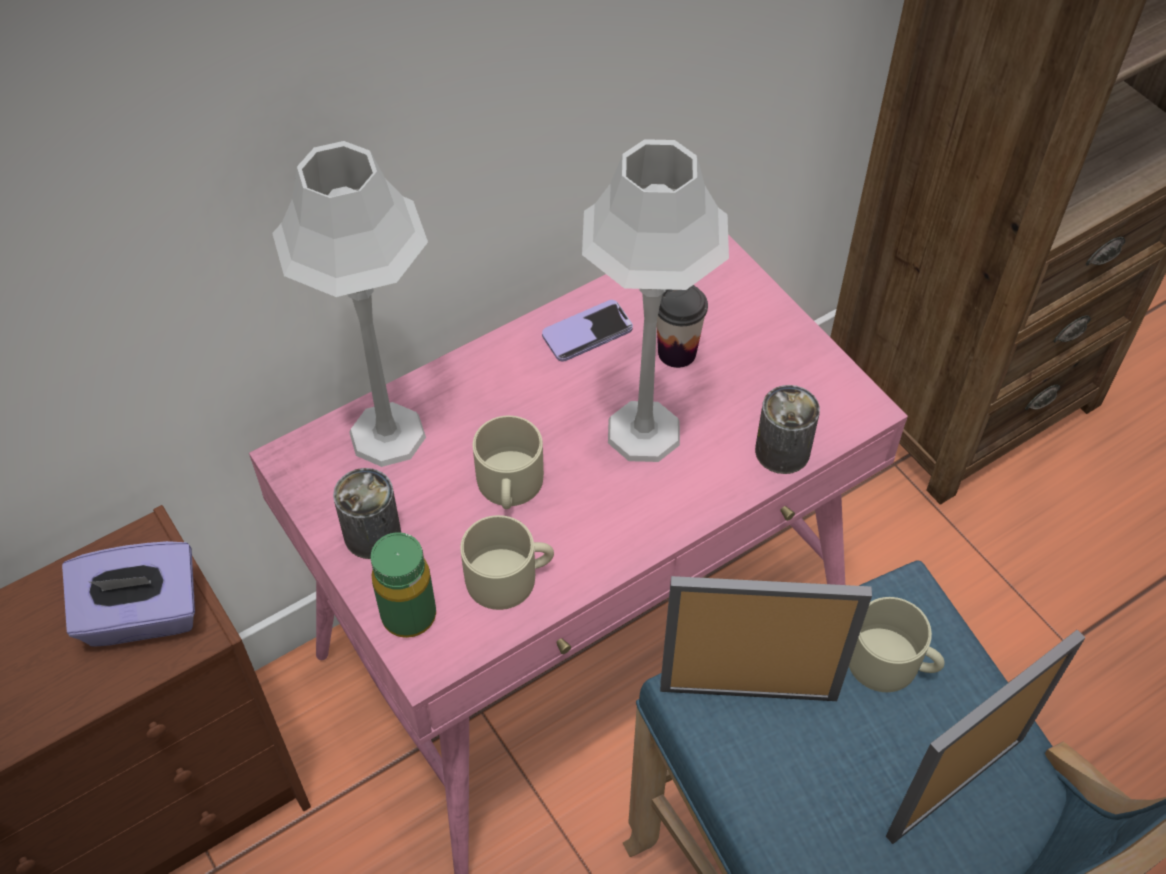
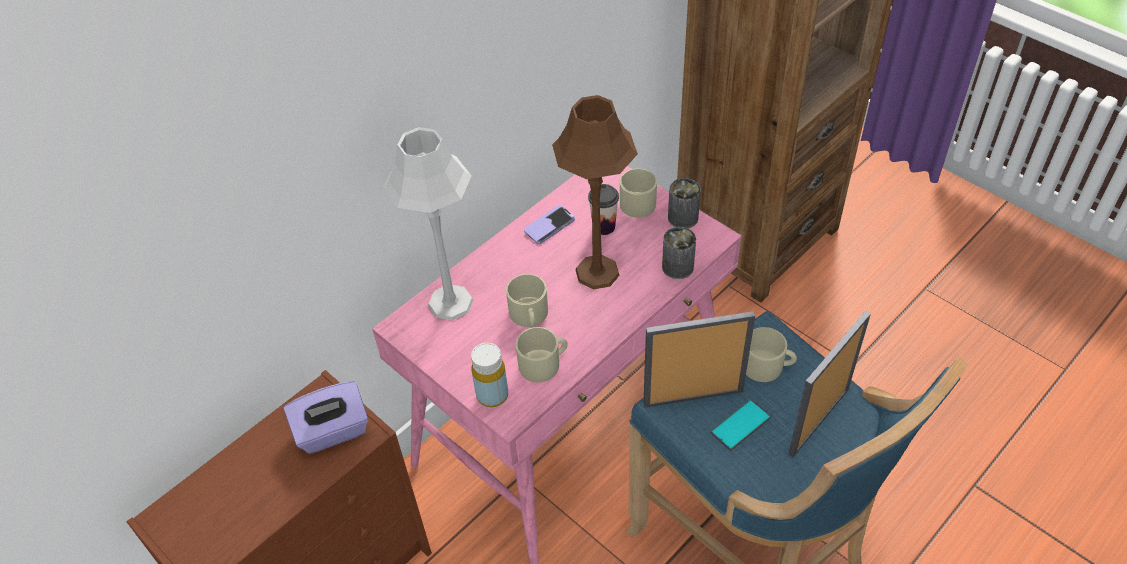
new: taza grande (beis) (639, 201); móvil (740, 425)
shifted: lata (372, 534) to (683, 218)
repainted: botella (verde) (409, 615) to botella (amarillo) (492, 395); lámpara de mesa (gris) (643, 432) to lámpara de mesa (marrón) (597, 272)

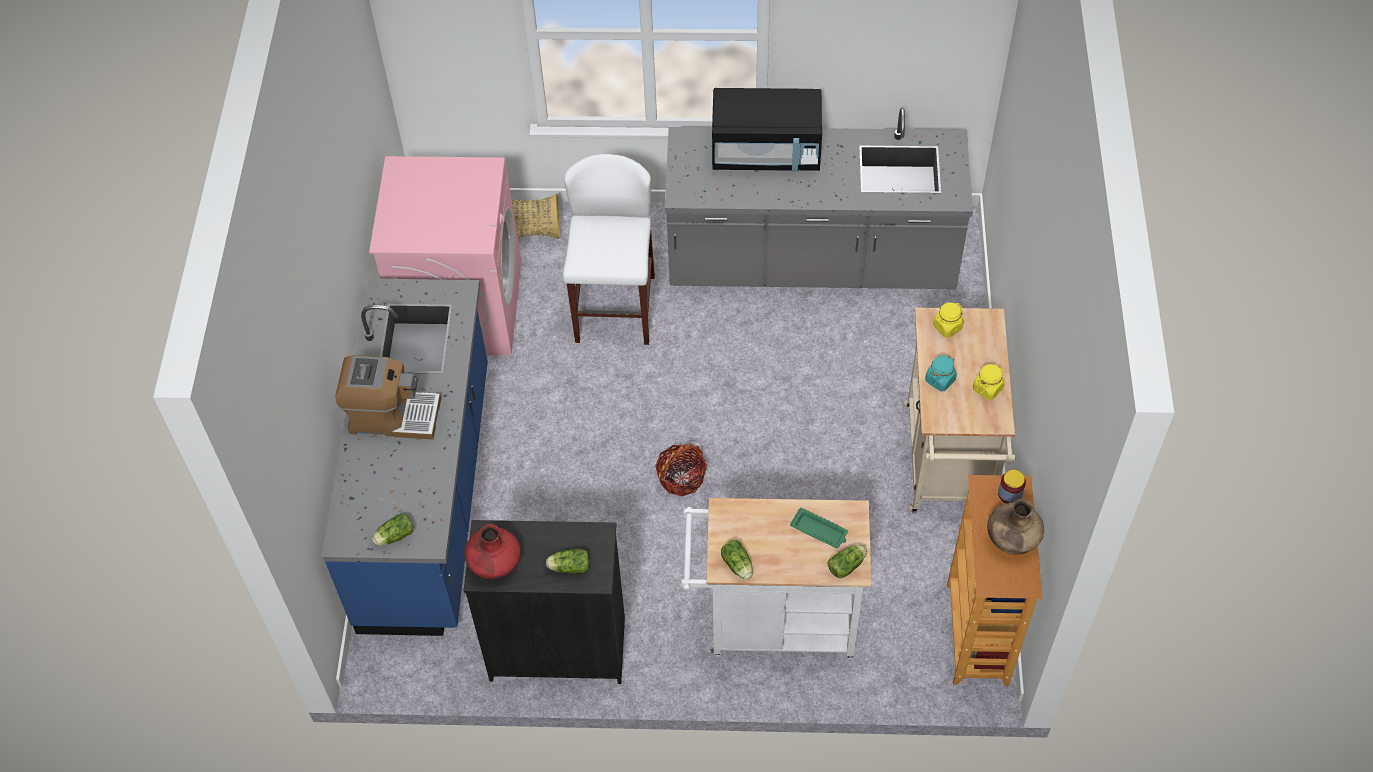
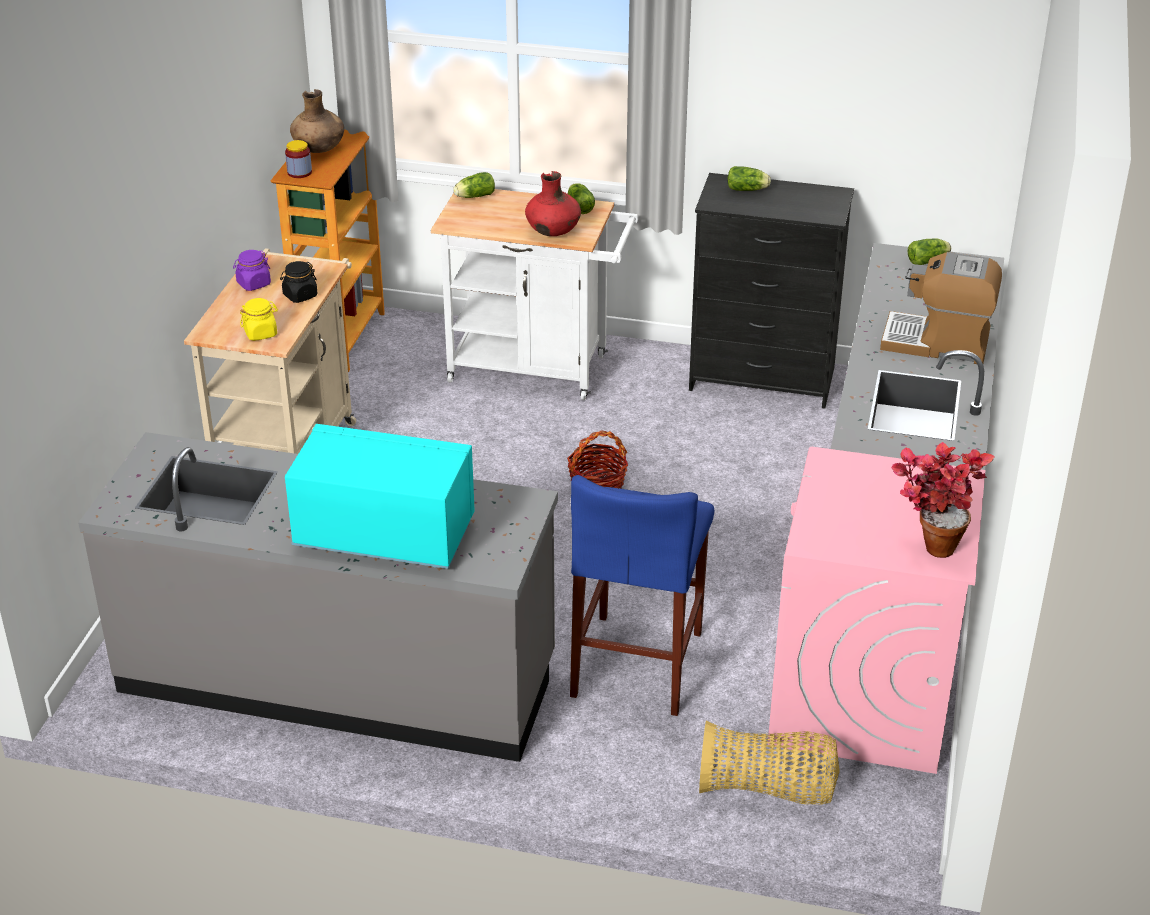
gone: bandeja (verde) (819, 531)
new: planta en maceta (929, 544)
shifted: florero (rojo) (494, 564) to (553, 232)
repainted: taburete (blanco) (615, 309) to taburete (azul) (637, 663); microondas (negro) (766, 152) to microondas (turquesa) (384, 534); tarro (turquesa) (940, 380) to tarro (negro) (300, 296); tarro (amarillo) (987, 388) to tarro (morado) (253, 284)

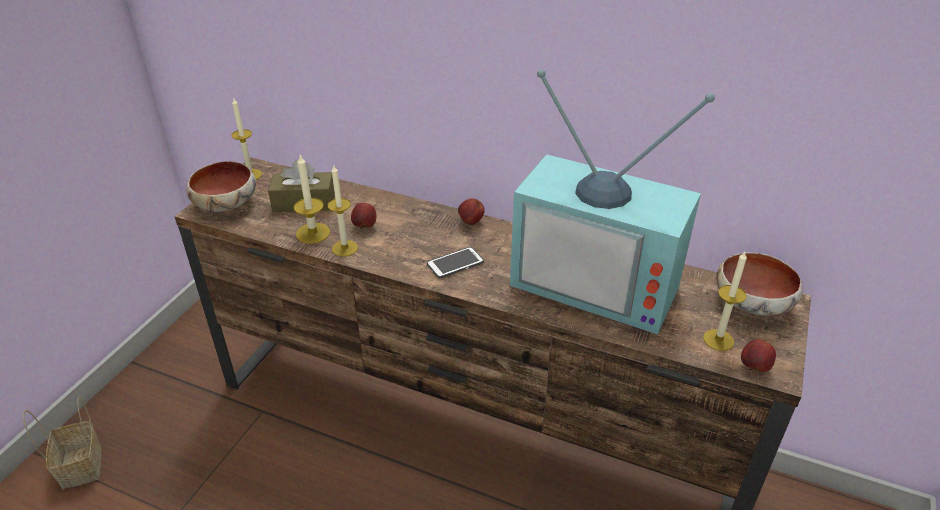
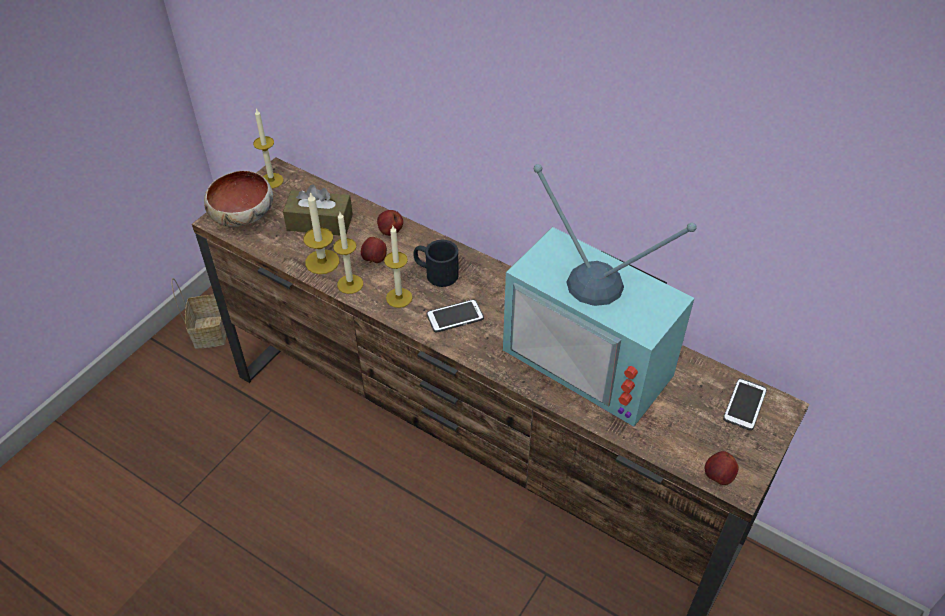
new: taza grande (negro) (435, 273)
shifted: cesta (82, 467) to (211, 333); manzana (470, 222) to (390, 232); vela (718, 340) to (399, 297)
swapped: cuenco (753, 303) to móvil (744, 405)

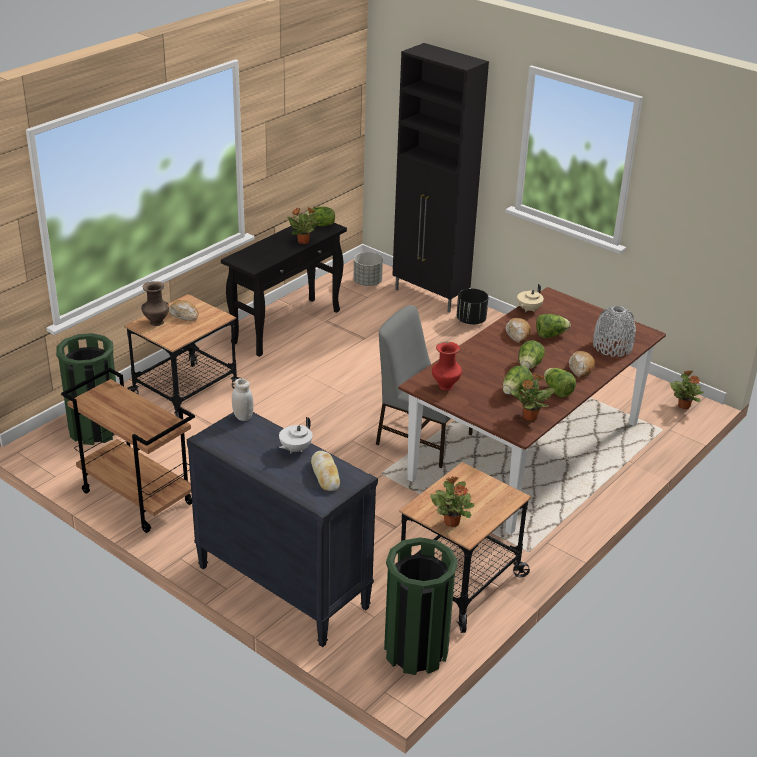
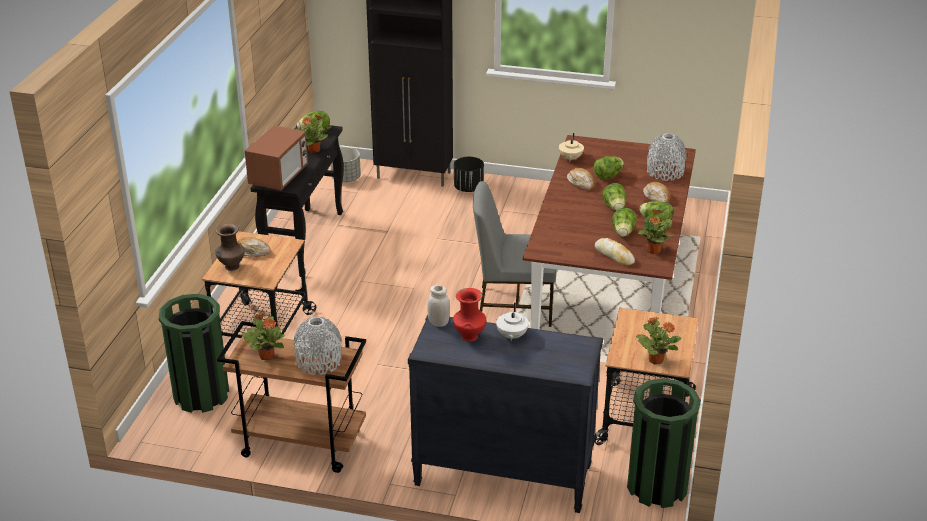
new: microondas (279, 177); florero (gris) (319, 361)
shifted: pan (325, 475) to (614, 255); florero (rojo) (445, 386) to (469, 337); planta en maceta (684, 405) to (266, 355)

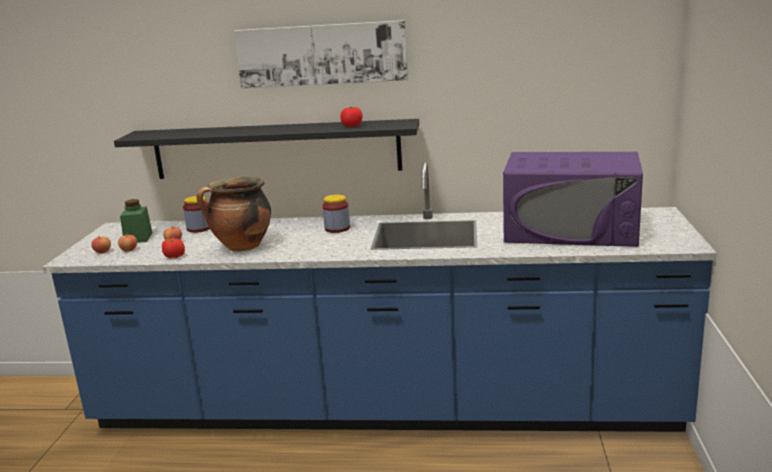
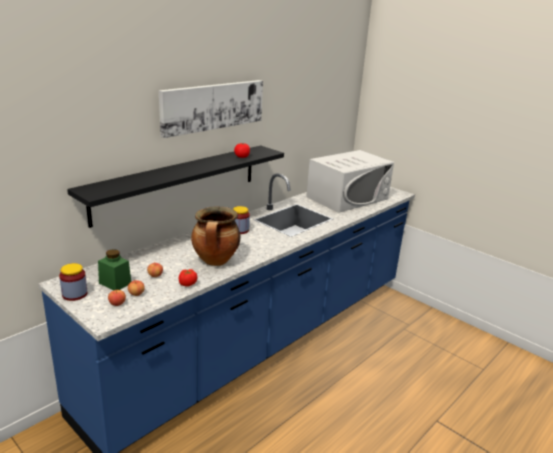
shifted: tarro (199, 228) to (74, 294)
repainted: microondas (morado) (571, 230) to microondas (blanco) (347, 198)

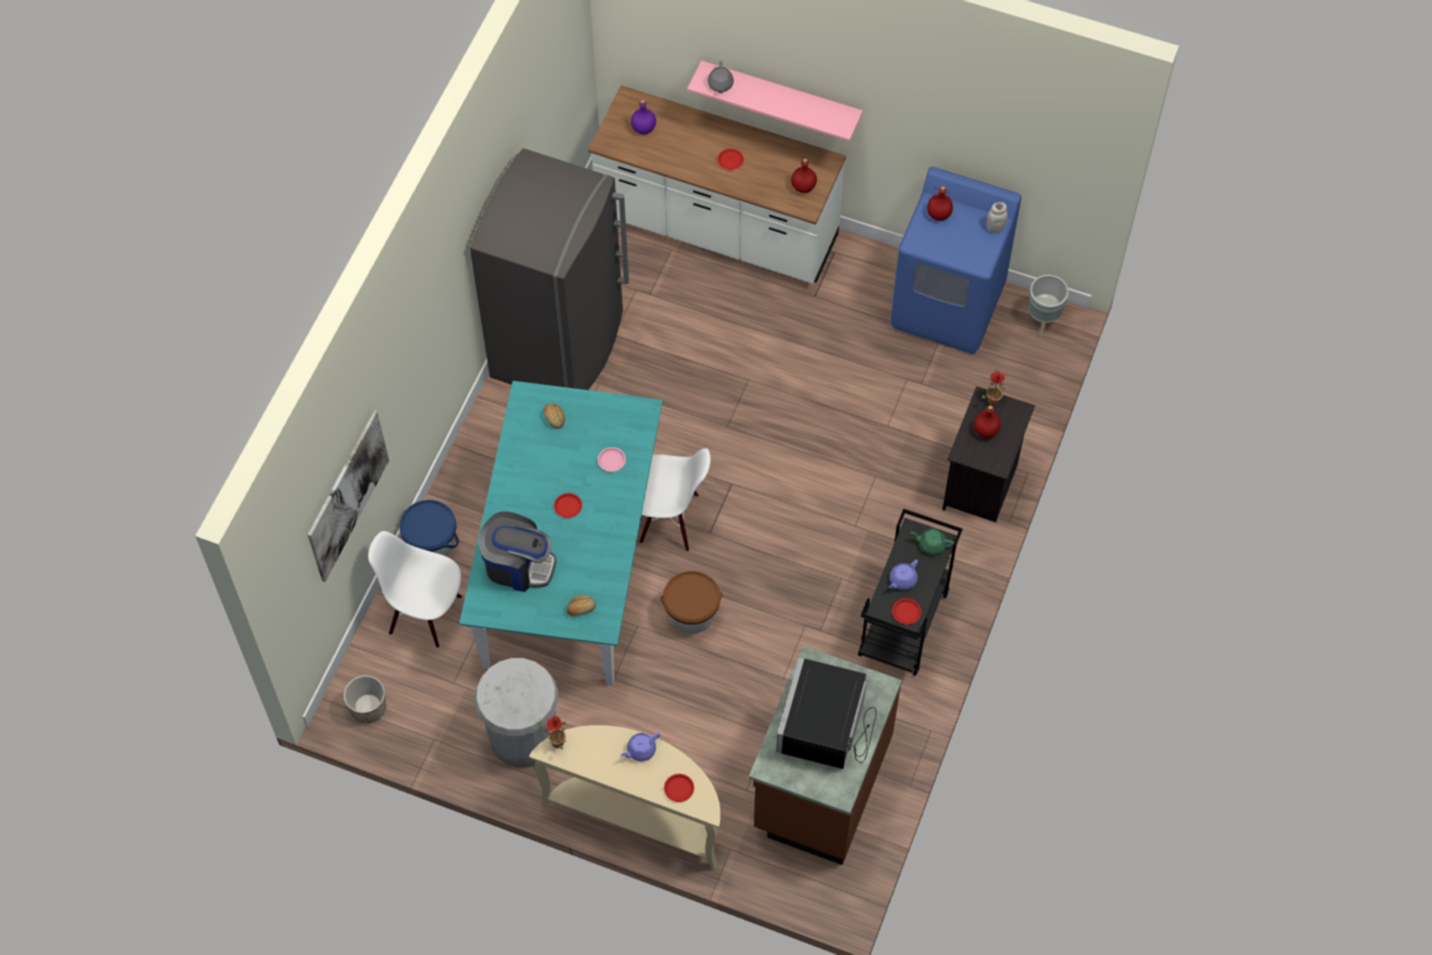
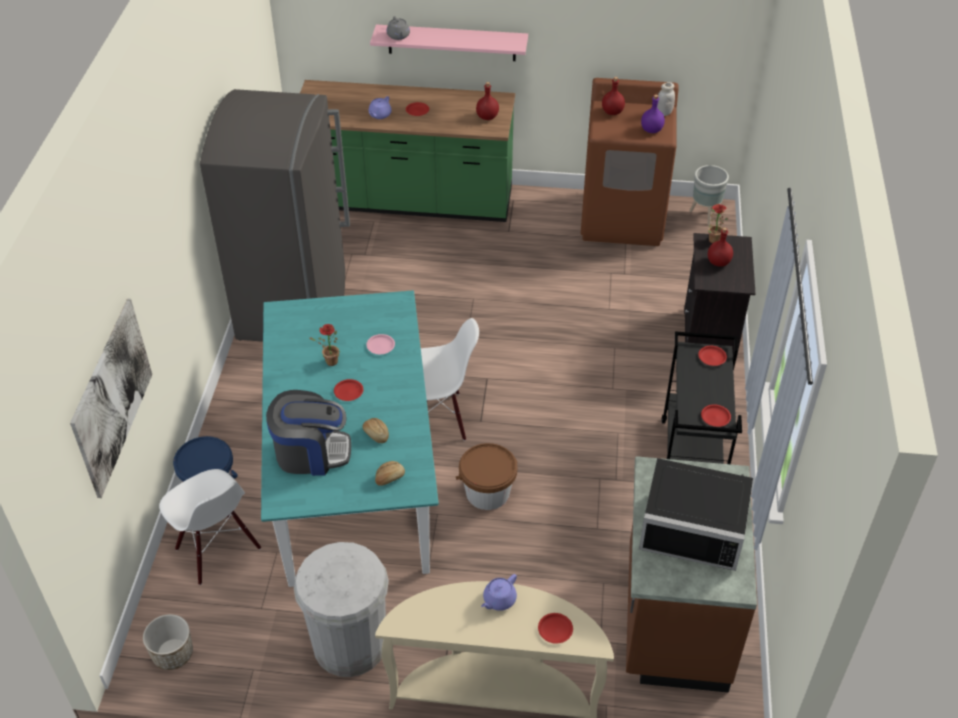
shifted: planta en maceta (555, 742) to (329, 362); pan (554, 418) to (376, 434); botella (morado) (643, 128) to (651, 130); tetera (morado) (902, 580) to (379, 115)
swapped: tetera (verde) (931, 544) to plato (rojo) (712, 357)
repainted: mueble bajo de cocina (blanco) (716, 229) to mueble bajo de cocina (verde) (408, 202); lavadora (azul) (948, 306) to lavadora (marrón) (623, 218)
rotated: silla (blanco) (426, 614) = (217, 549) 135 degrees counterclockwise; microondas (negro) (827, 726) = (694, 525) 75 degrees counterclockwise

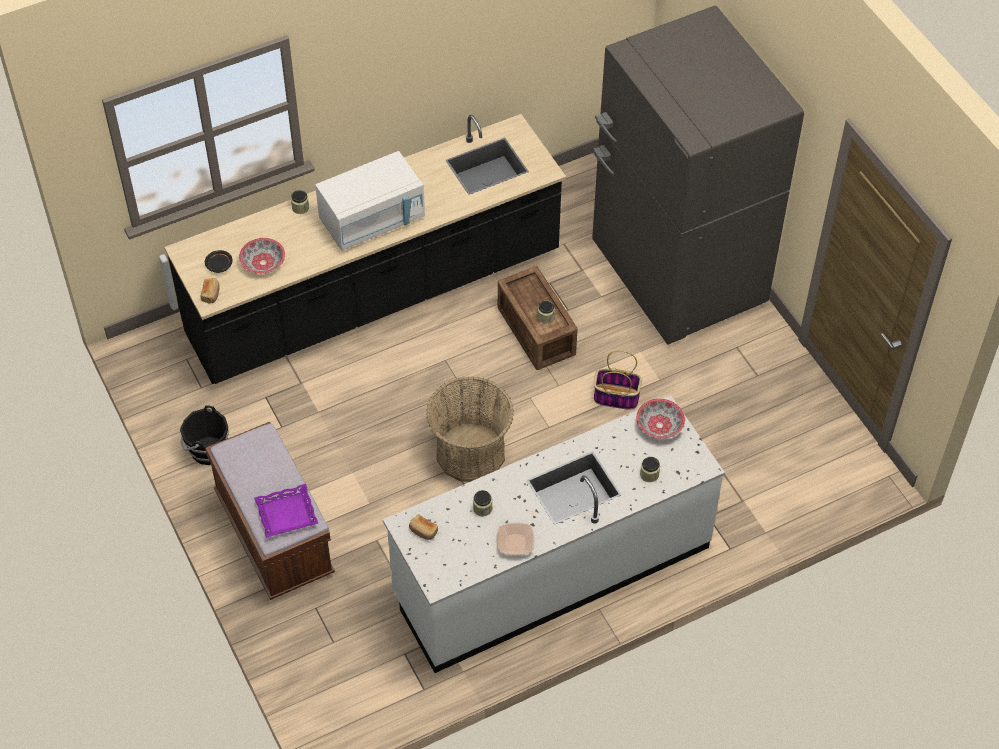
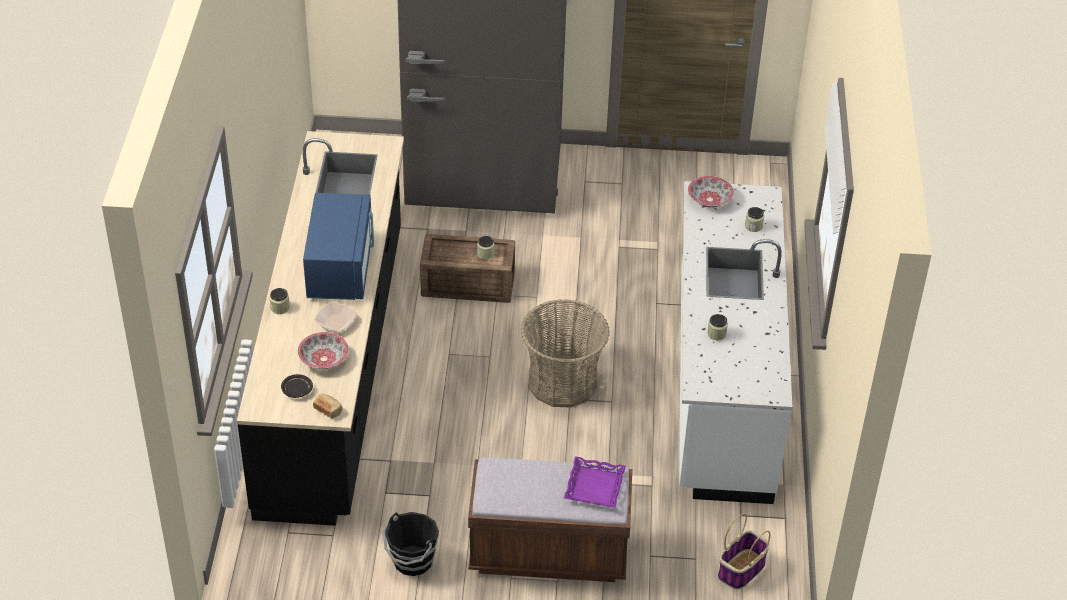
gone: pan (423, 531)
shifted: cuenco (515, 543) to (336, 322); cesta (615, 397) to (741, 570)
repainted: microondas (blanco) (372, 220) to microondas (azul) (340, 268)

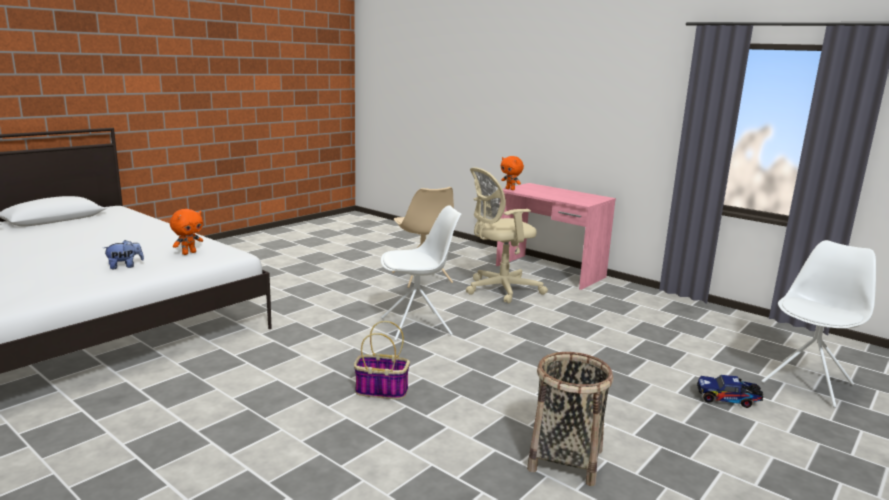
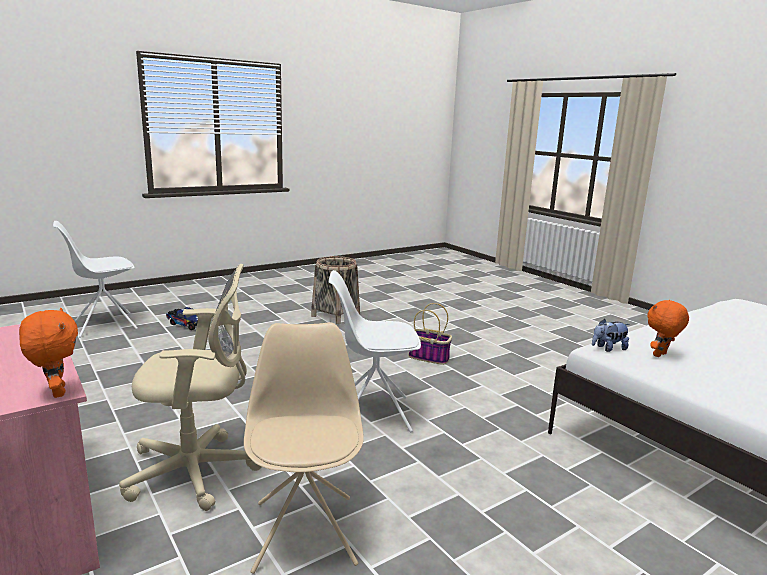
shifted: peluche (125, 266) to (608, 348)

